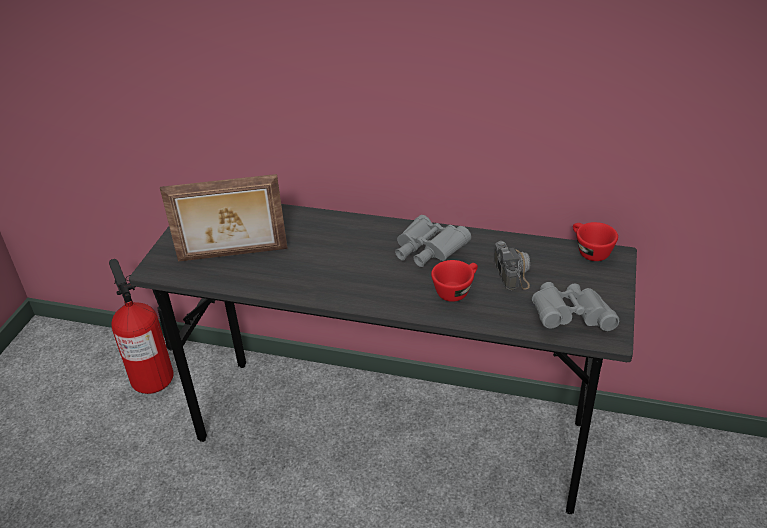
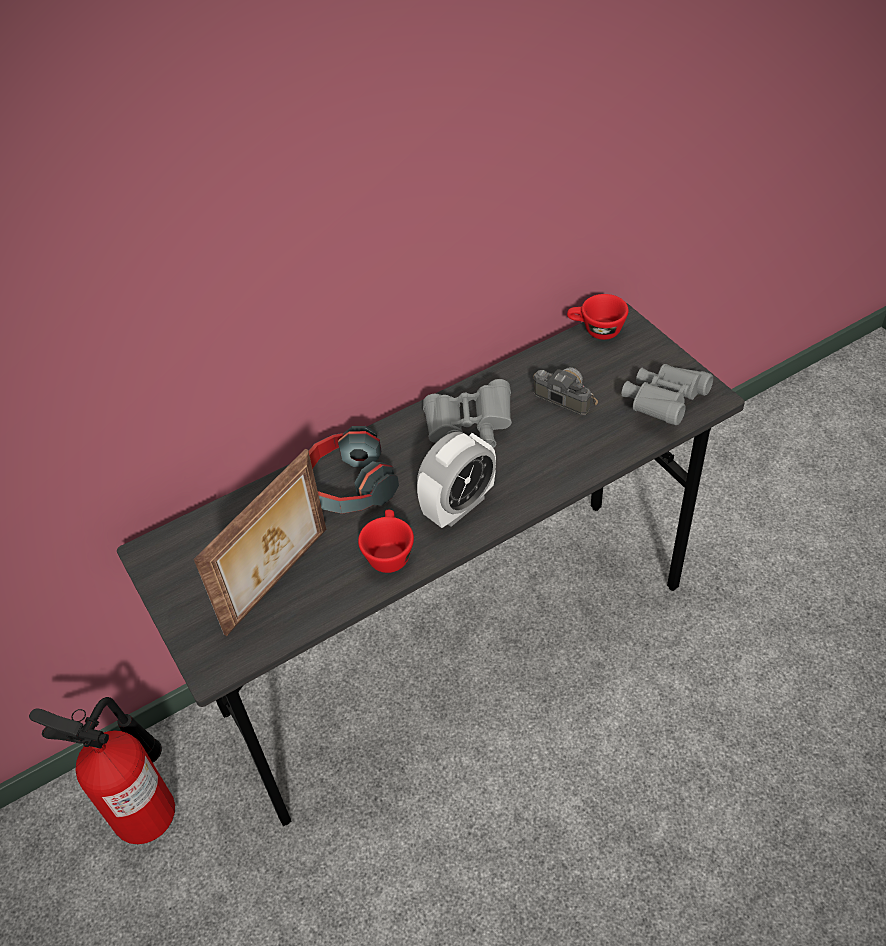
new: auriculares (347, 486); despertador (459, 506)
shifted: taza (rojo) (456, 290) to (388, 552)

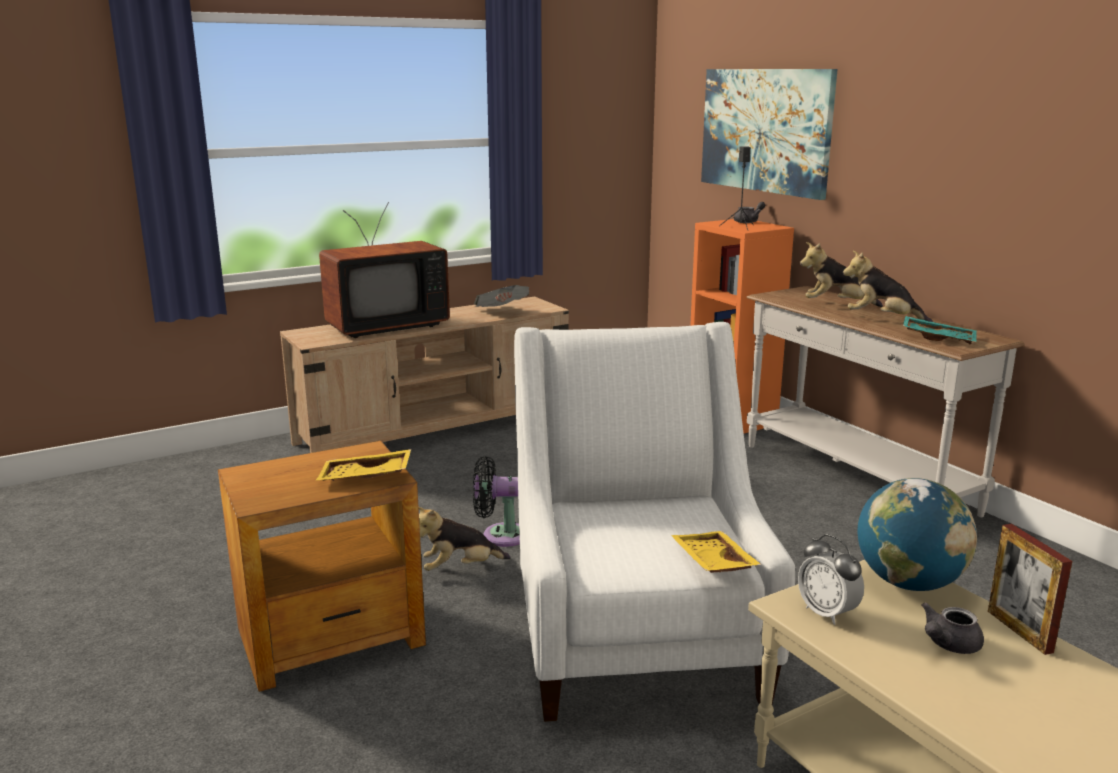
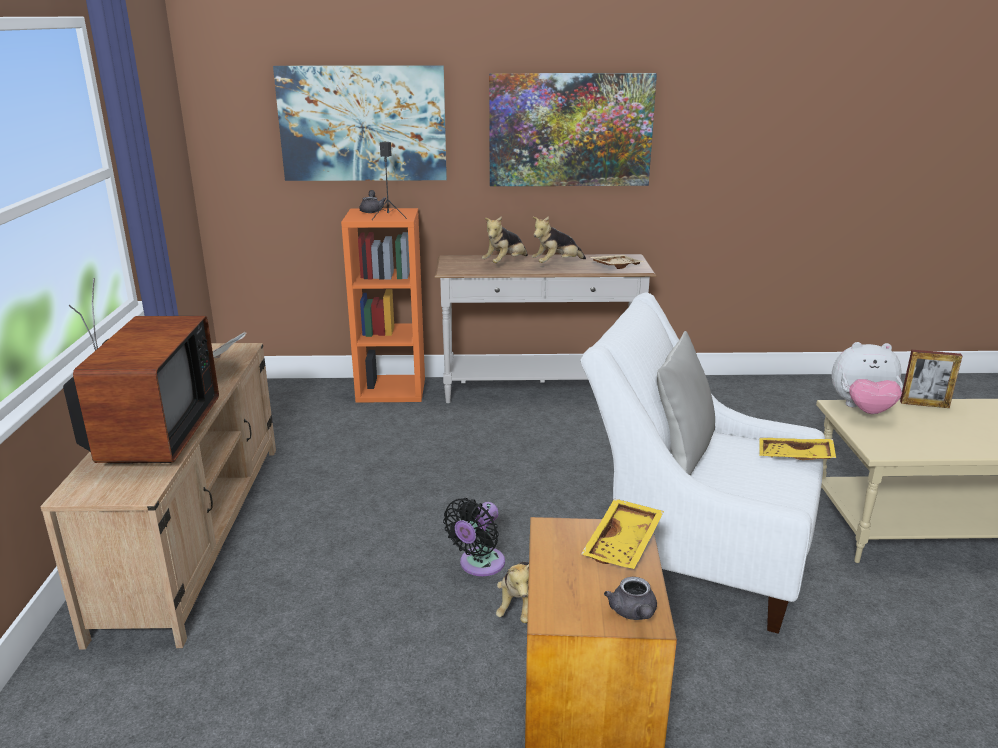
gone: despertador (827, 613)
new: cuadro (570, 130); cojín (gris) (682, 452)
shifted: tetera (gris) (948, 644) to (633, 613)
swapped: globo terráqueo (908, 583) to peluche (862, 410)
repainted: bandeja (turquesa) (938, 338) to bandeja (beis) (615, 266)

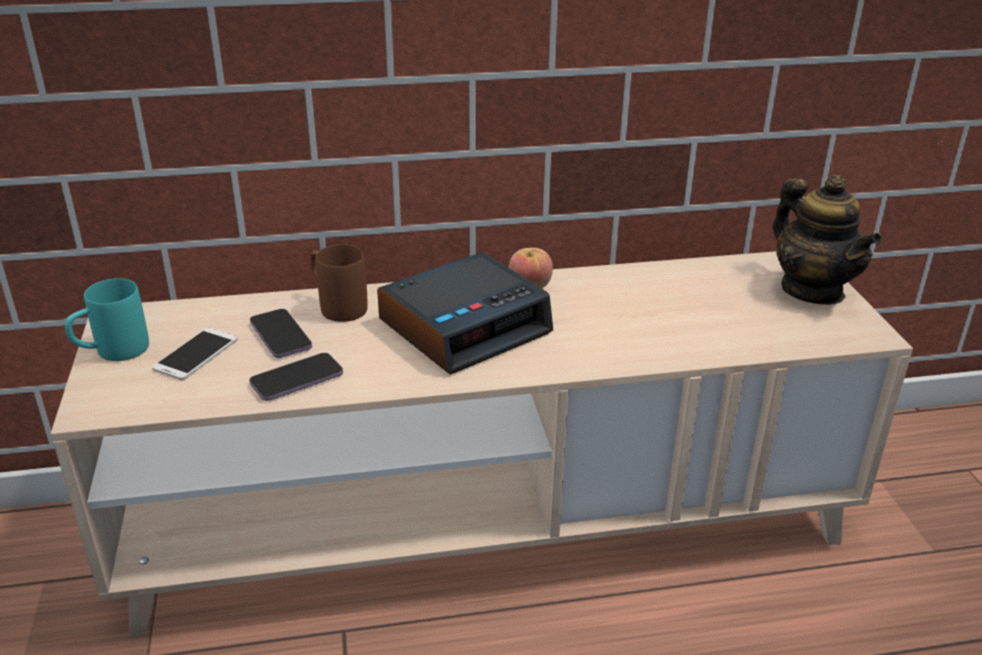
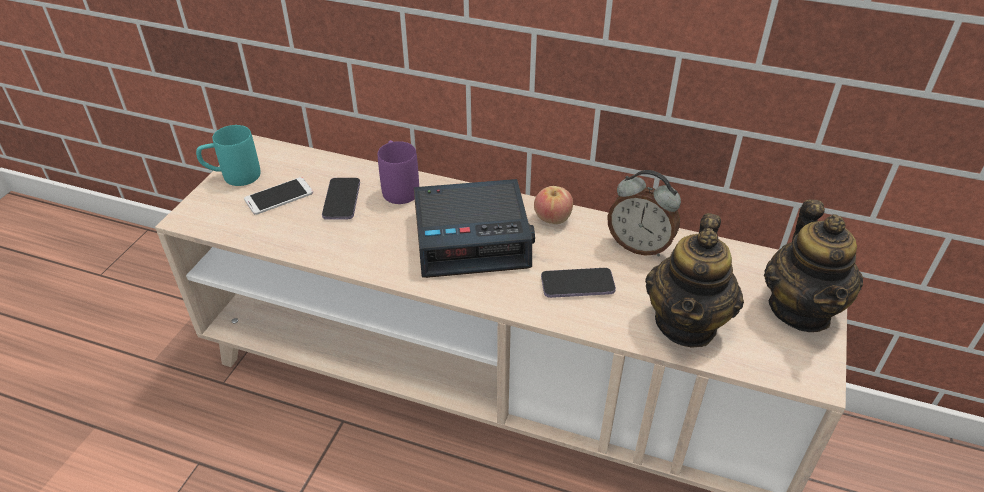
new: despertador (639, 246); tetera (686, 323)
shifted: móvil (297, 379) to (577, 285)
repainted: taza grande (marrón) (336, 306) to taza grande (morado) (398, 187)

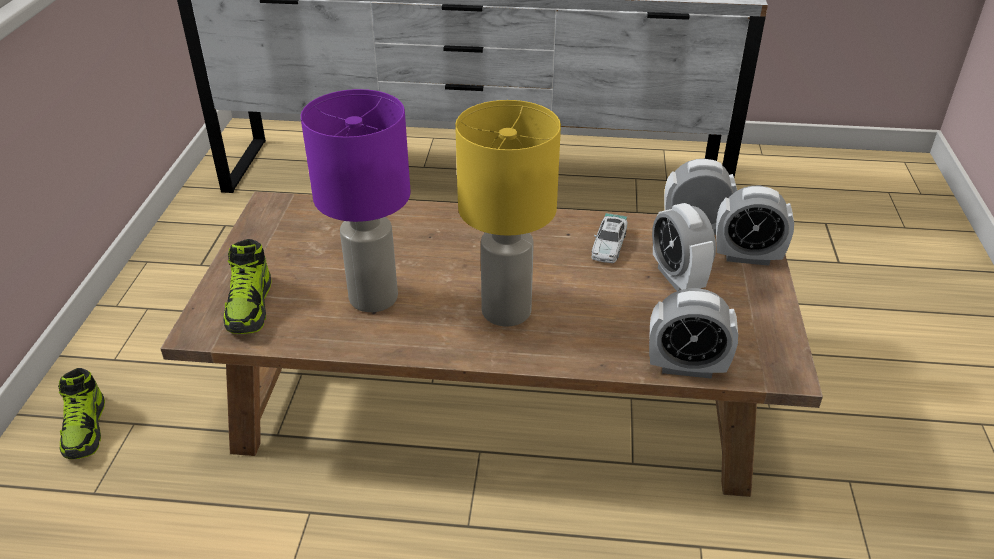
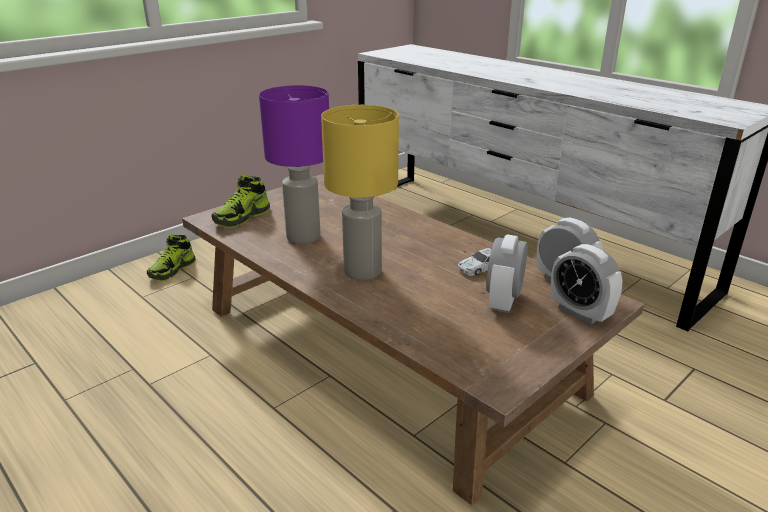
gone: despertador (686, 367)

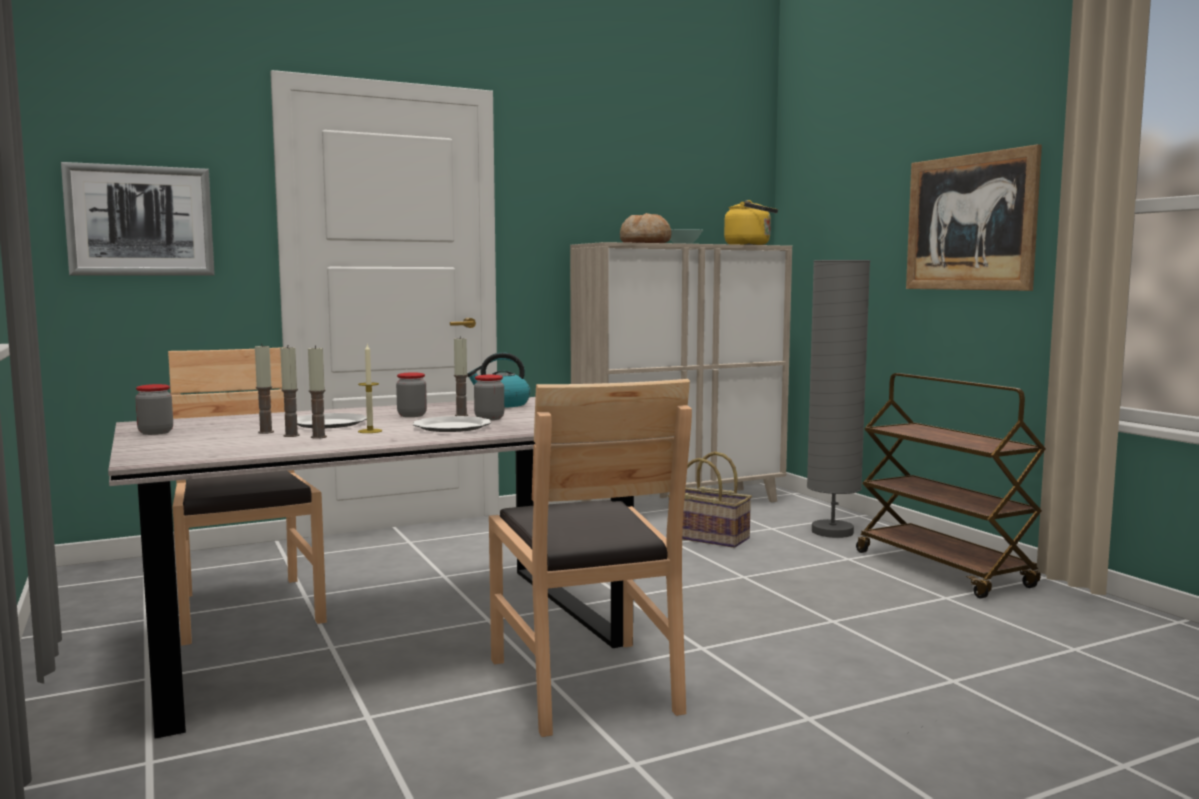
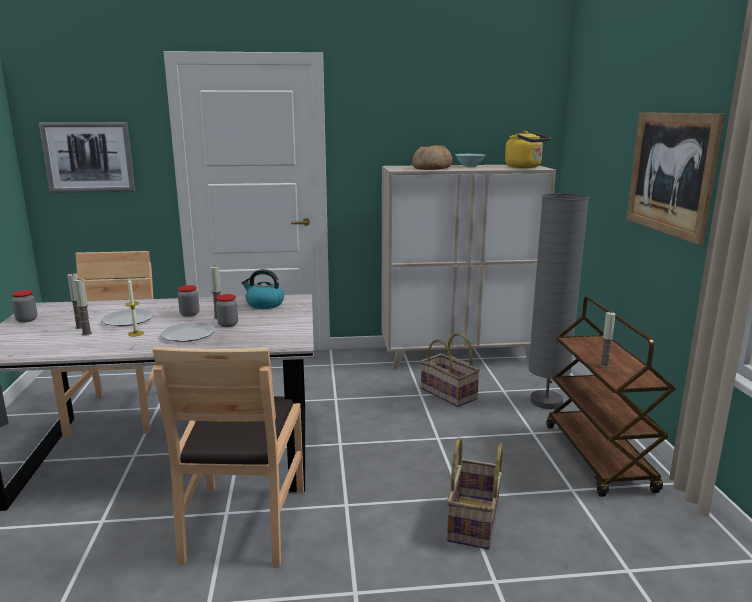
new: cesta (475, 522)
shifted: vela (318, 437) to (604, 365)

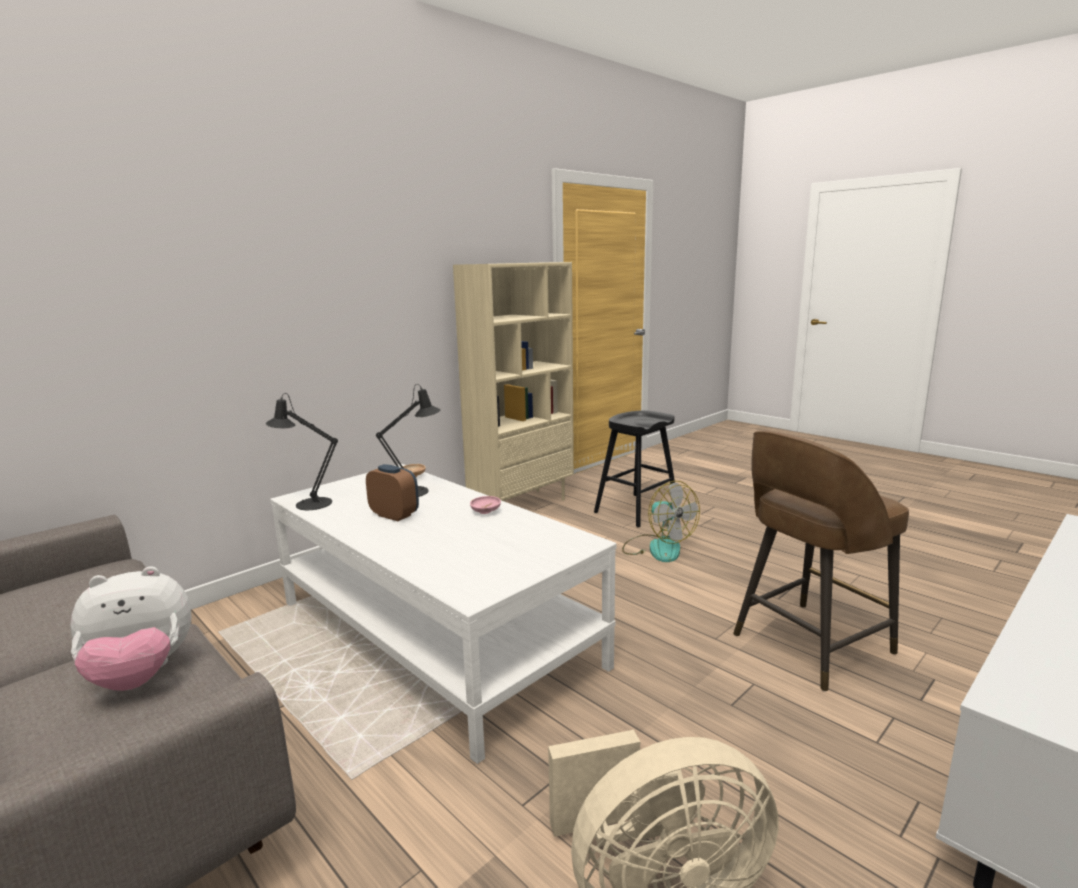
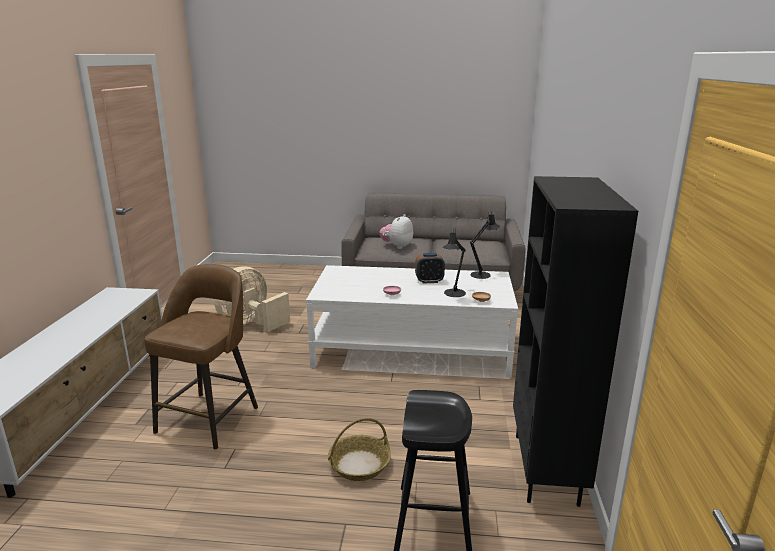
swapped: ventilador (657, 547) to cesta (359, 465)
repainted: estantería (beis) (521, 505) to estantería (negro) (547, 469)

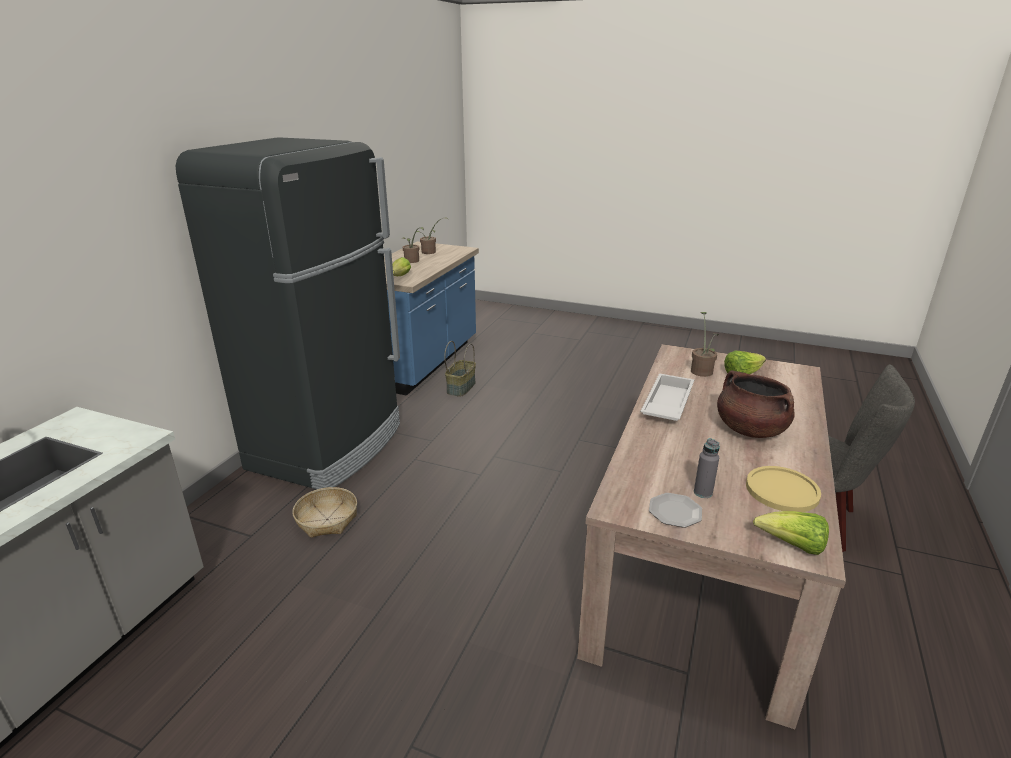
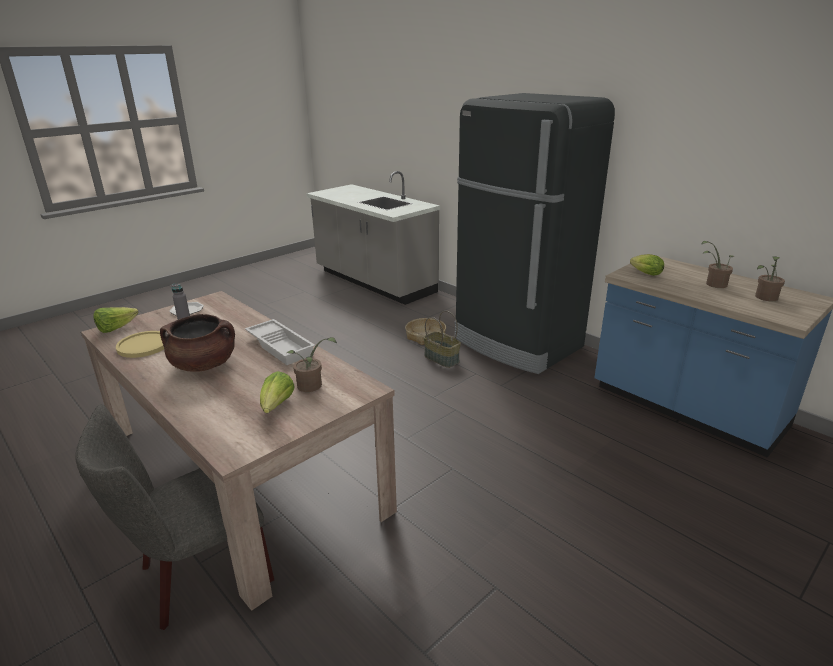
shifted: cesta (460, 387) to (442, 359)

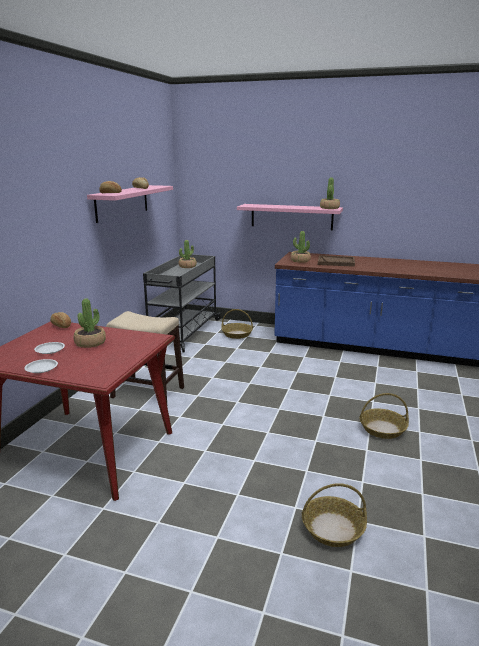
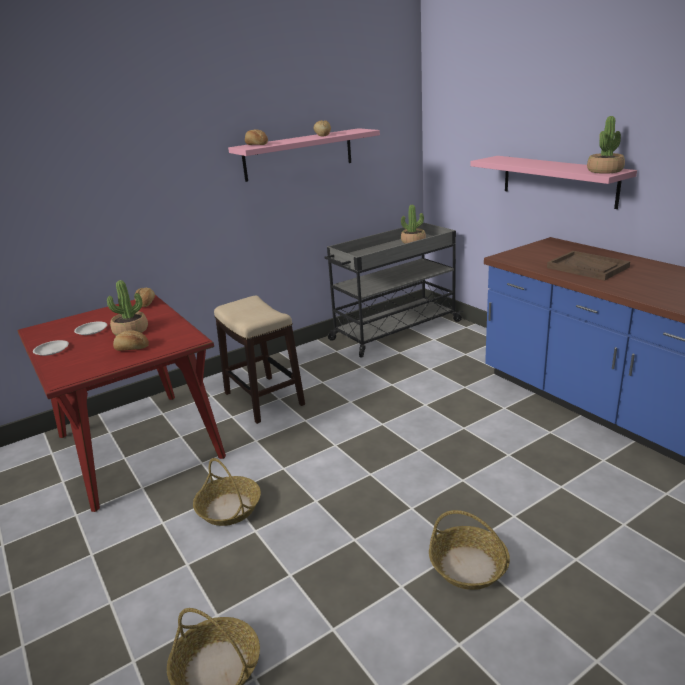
gone: planta en maceta (300, 260)
new: pan (131, 349)
shifted: cesta (237, 334) to (229, 508)

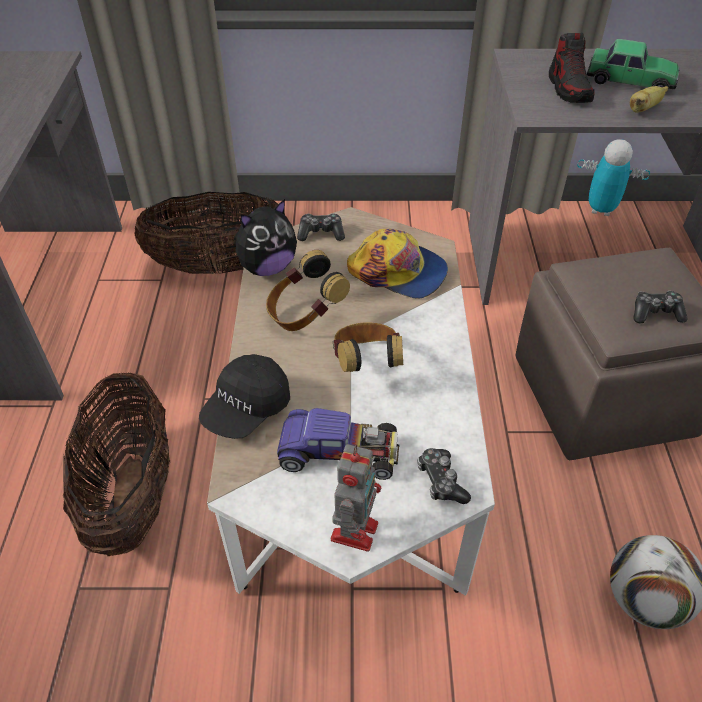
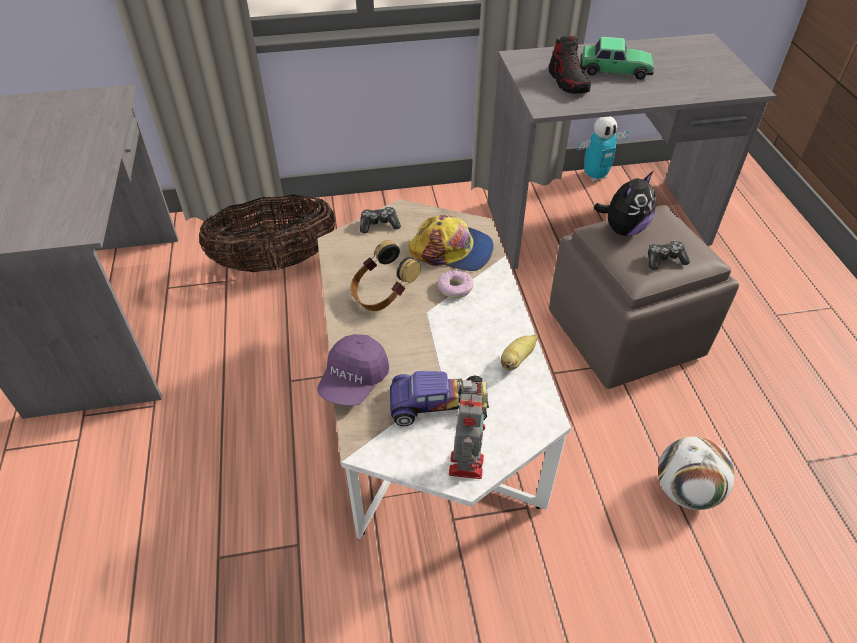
gone: cesta (132, 493); auriculares (366, 364); mando de consola (441, 481)
new: rosquilla (455, 288)
shifted: peluche (267, 267) to (623, 229); plátano (643, 109) to (517, 359)
repainted: gorra (negro) (246, 409) to gorra (morado) (354, 381)
rotated: robot de juguete (600, 210) = (595, 176) 150 degrees clockwise

